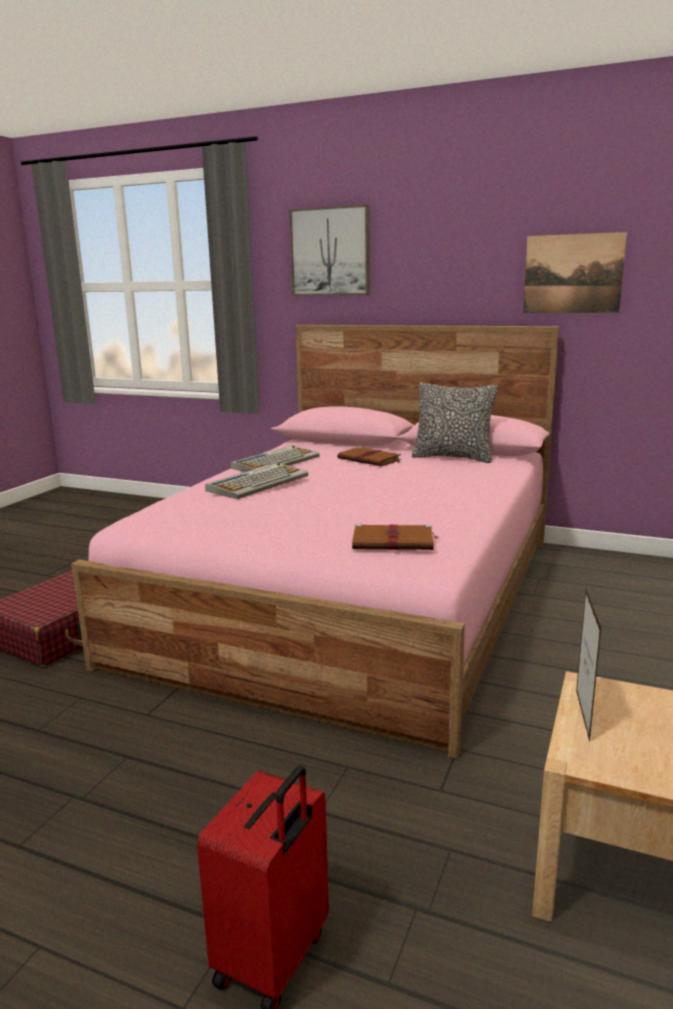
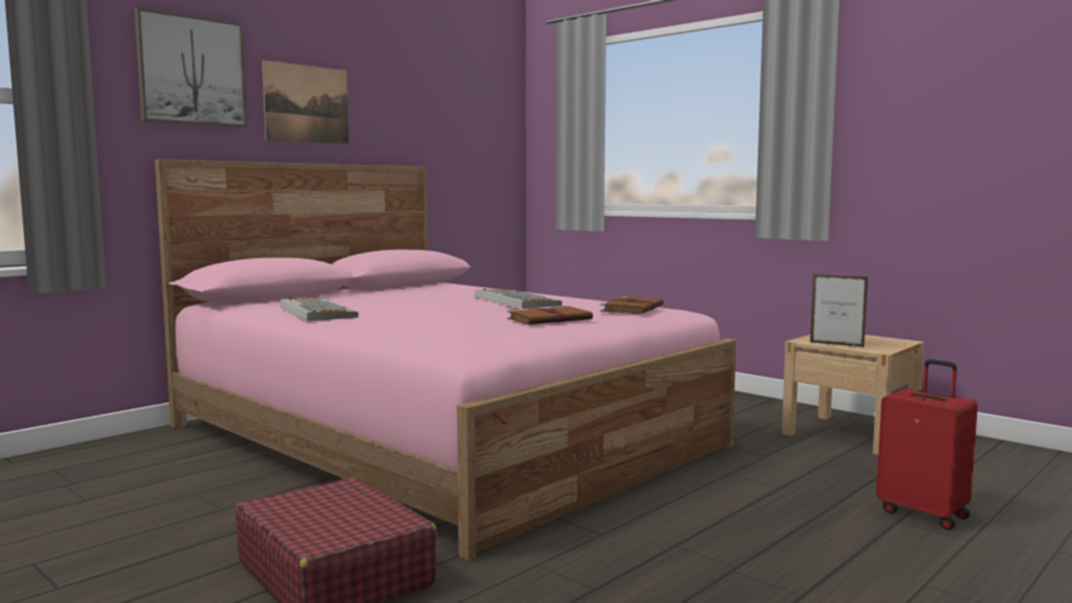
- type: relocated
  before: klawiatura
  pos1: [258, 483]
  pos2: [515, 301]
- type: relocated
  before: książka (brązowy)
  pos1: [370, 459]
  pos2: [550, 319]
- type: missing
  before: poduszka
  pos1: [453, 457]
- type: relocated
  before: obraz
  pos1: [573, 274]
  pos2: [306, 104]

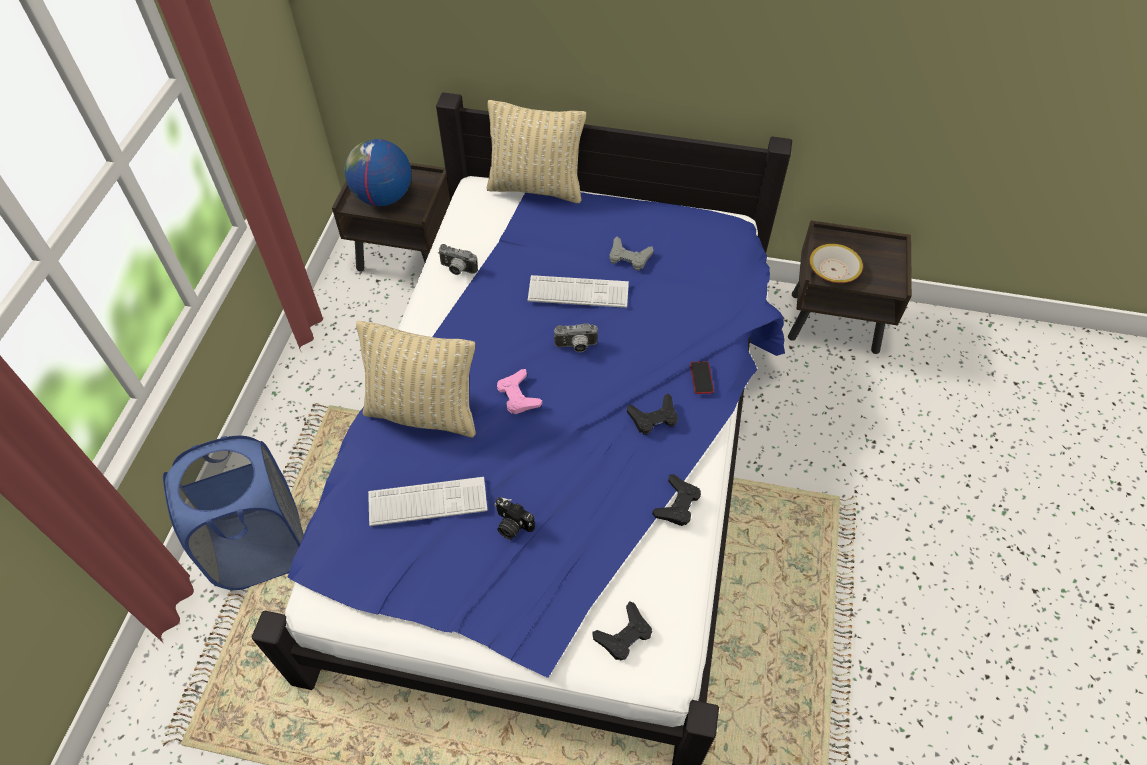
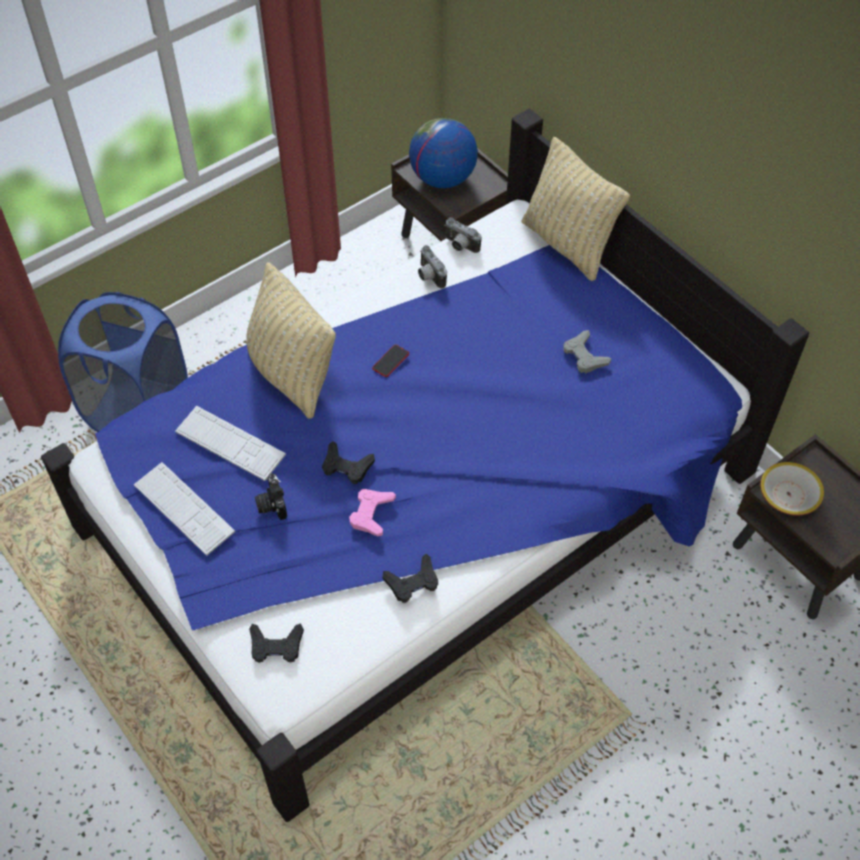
- type: relocated
  before: pad do gier (różowy)
  pos1: [518, 395]
  pos2: [371, 514]
- type: relocated
  before: klawiatura
  pos1: [578, 292]
  pos2: [184, 509]
- type: relocated
  before: aparat fotograficzny
  pos1: [576, 347]
  pos2: [460, 246]
- type: relocated
  before: pad do gier (czarny)
  pos1: [653, 418]
  pos2: [346, 466]
- type: relocated
  before: telefon
  pos1: [701, 378]
  pos2: [390, 361]

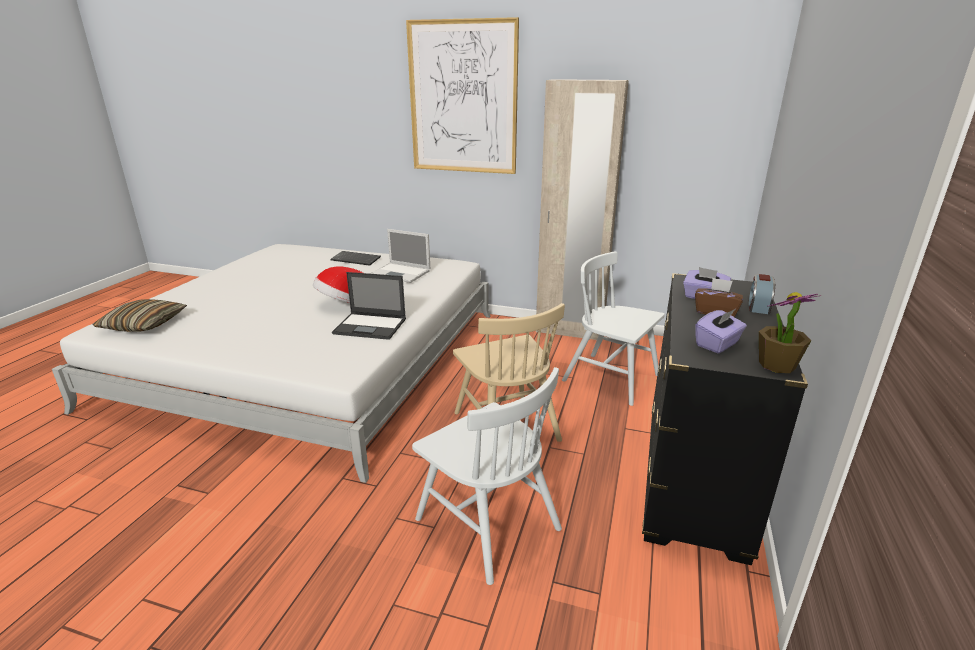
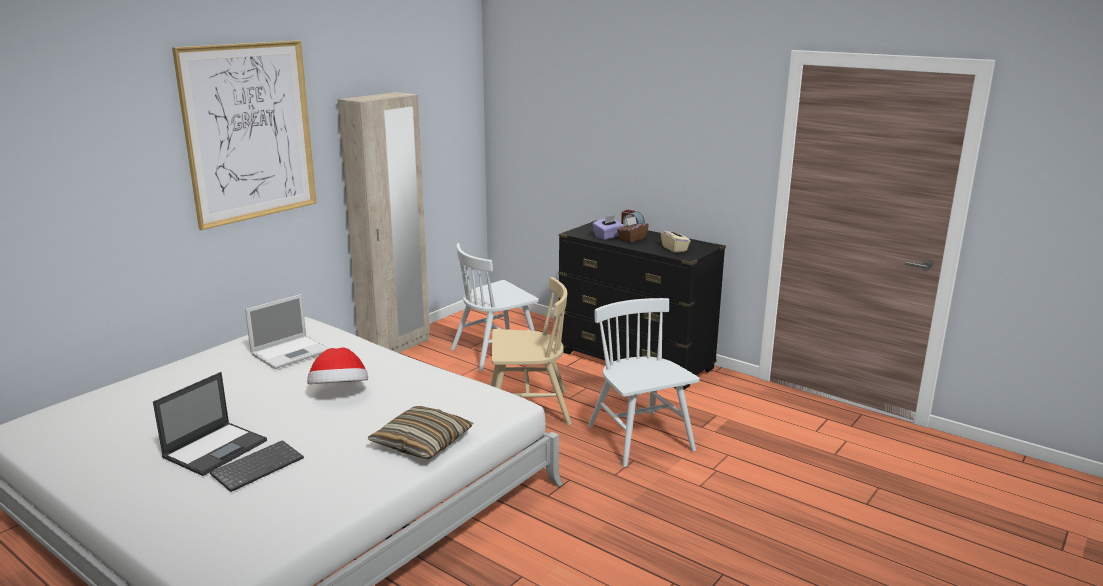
- type: relocated
  before: poduszka
  pos1: [144, 324]
  pos2: [422, 443]
- type: relocated
  before: klawiatura
  pos1: [356, 259]
  pos2: [258, 466]
- type: relocated
  before: laptop
  pos1: [371, 326]
  pos2: [216, 448]
- type: spun
  before: krzesło (biały)
  pos1: [487, 523]
  pos2: [640, 438]
  turn: -90
- type: colour
  before: pudełko chusteczek (fioletowy)
  after: pudełko chusteczek (beżowy)
  pos1: [717, 344]
  pos2: [675, 249]
- type: missing
  before: roślina doniczkowa
  pos1: [776, 365]

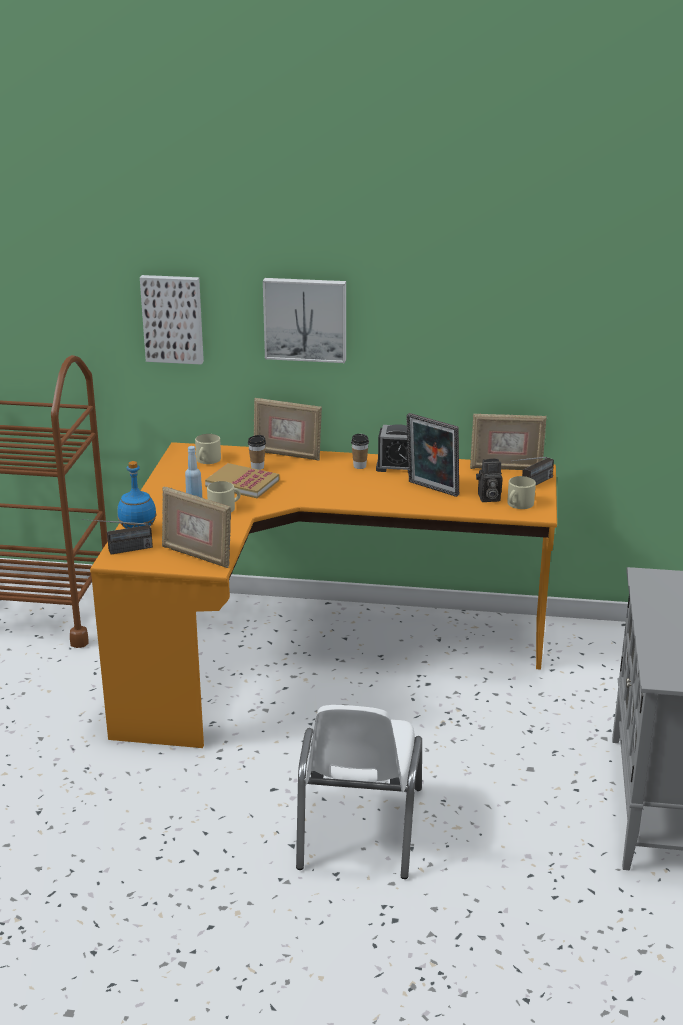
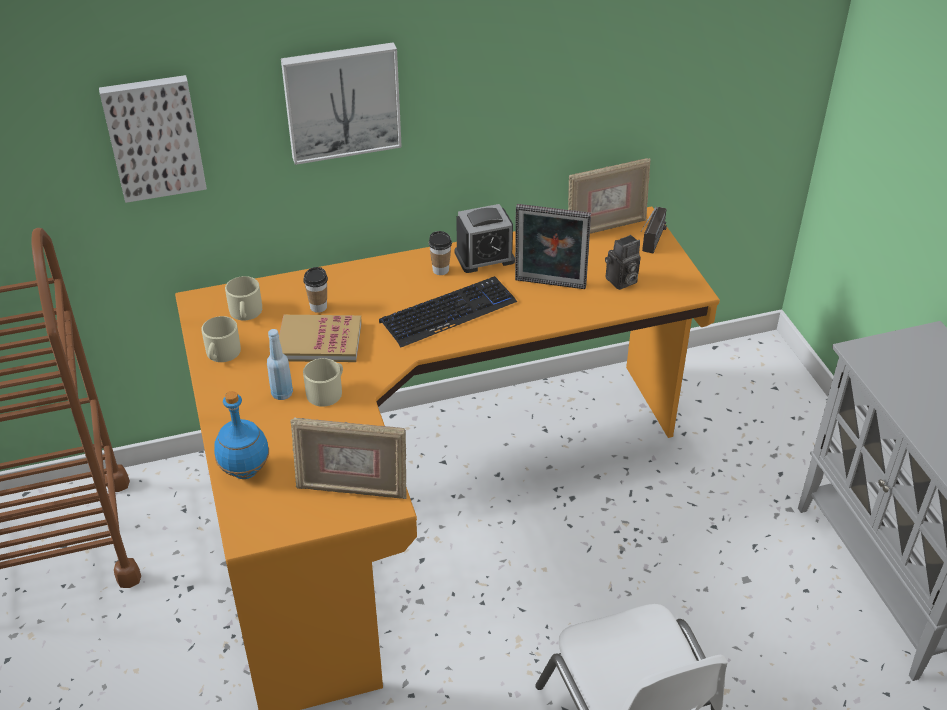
- type: missing
  before: radio
  pos1: [119, 551]
- type: missing
  before: ramka na zdjęcie
  pos1: [287, 454]
- type: relocated
  before: kubek (beżowy)
  pos1: [518, 504]
  pos2: [221, 354]
- type: appeared
  after: klawiatura
  pos2: [448, 313]

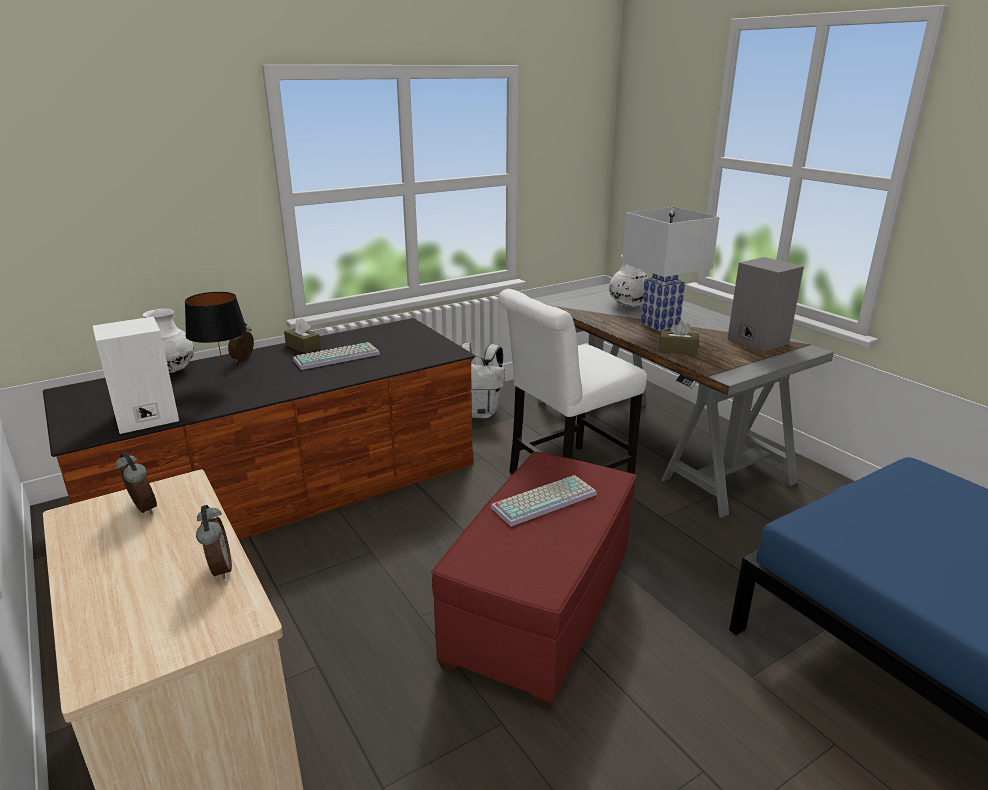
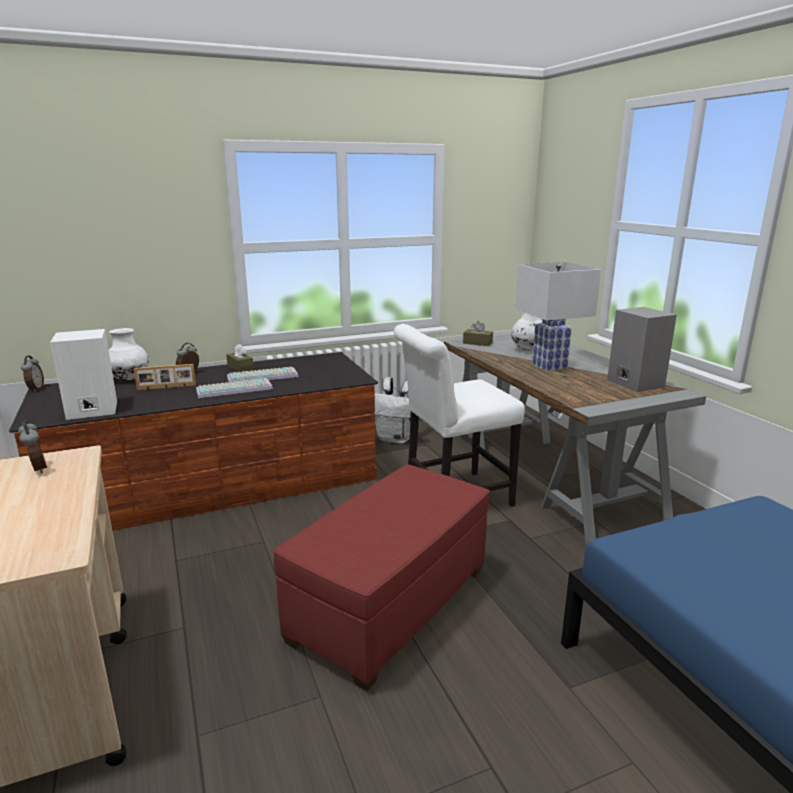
- type: exchanged
  before: lampa stołowa (czarny)
  after: ramka na zdjęcie
  pos1: [225, 380]
  pos2: [166, 387]
- type: relocated
  before: budzik
  pos1: [219, 569]
  pos2: [35, 389]
- type: relocated
  before: klawiatura
  pos1: [544, 499]
  pos2: [235, 389]
- type: relocated
  before: pudełko chusteczek (brązowy)
  pos1: [678, 350]
  pos2: [477, 343]

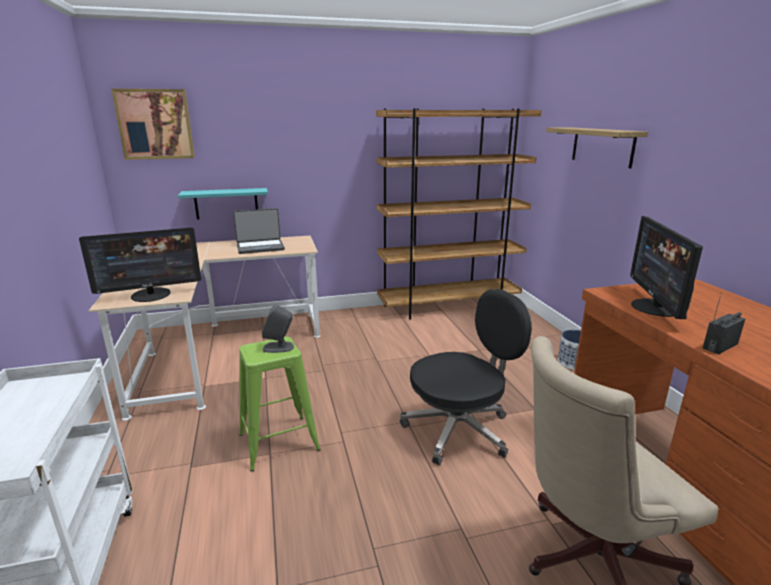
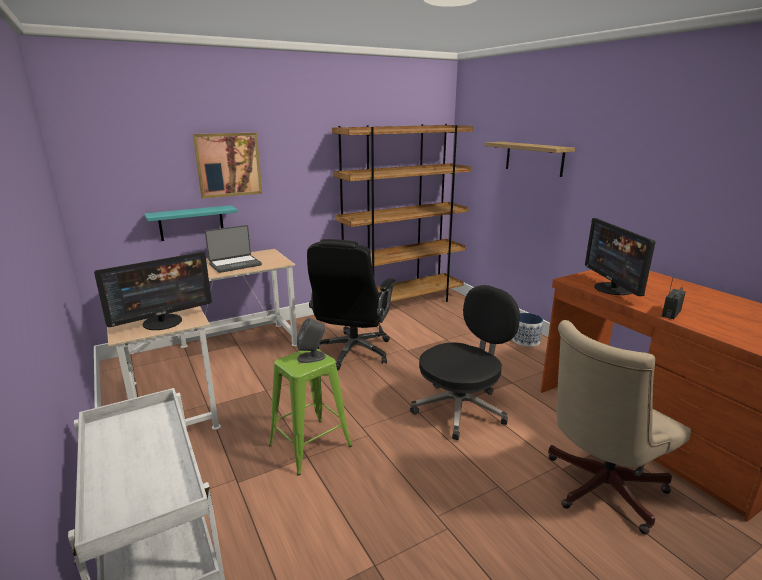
- type: relocated
  before: obraz
  pos1: [155, 124]
  pos2: [228, 164]
- type: appeared
  after: krzesło biurowe (czarny)
  pos2: [353, 352]

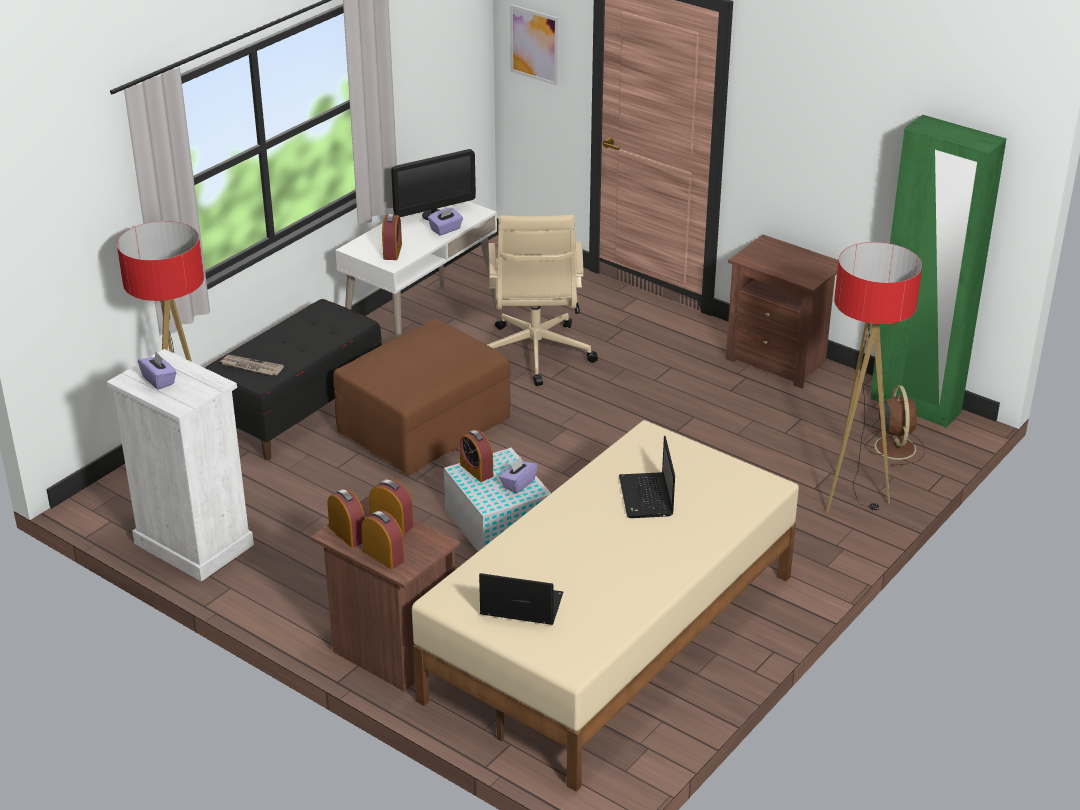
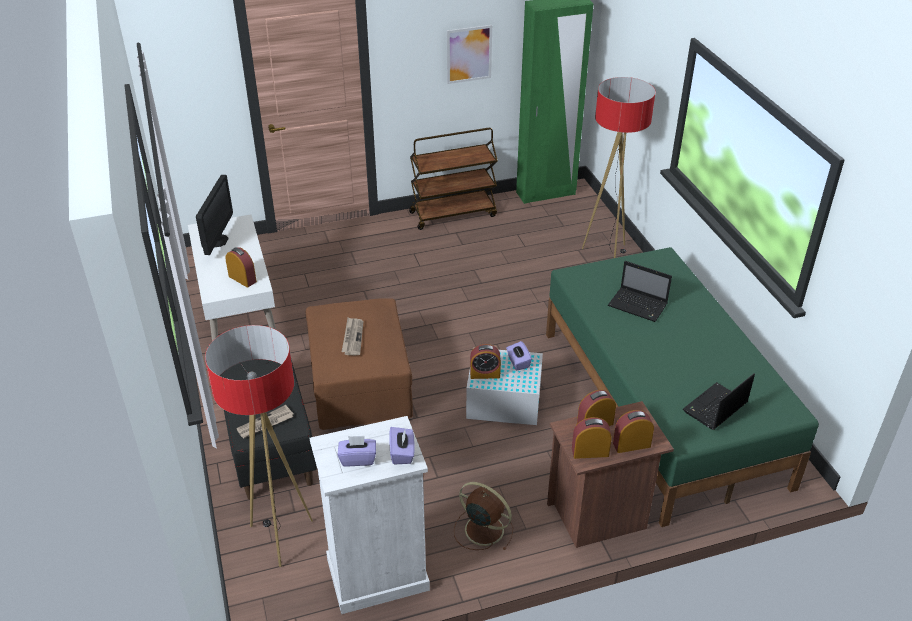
- type: colour
  before: łóżko (beżowy)
  after: łóżko (zielony)
  pos1: [608, 636]
  pos2: [660, 406]
- type: relocated
  before: pudełko chusteczek (fioletowy)
  pos1: [446, 230]
  pos2: [402, 453]
- type: missing
  before: krzesło biurowe (beżowy)
  pos1: [535, 355]
- type: relocated
  before: obraz
  pos1: [534, 44]
  pos2: [469, 54]
- type: exchanged
  before: szafka nocna (brązowy)
  after: wózek (brązowy)
  pos1: [779, 361]
  pos2: [453, 214]
- type: relocated
  before: wentylator (brązowy)
  pos1: [894, 446]
  pos2: [482, 529]
- type: appeared
  after: gazeta
  pos2: [352, 337]

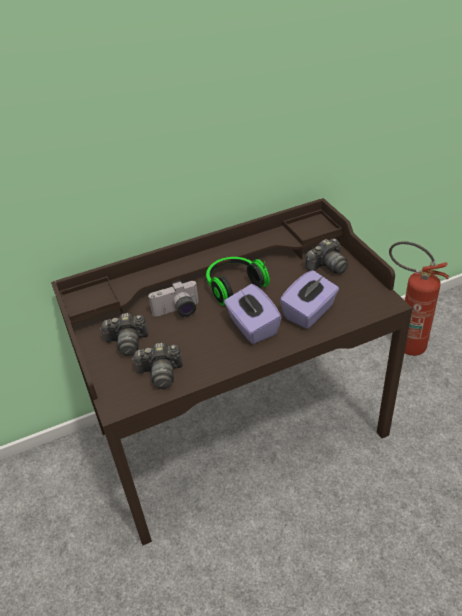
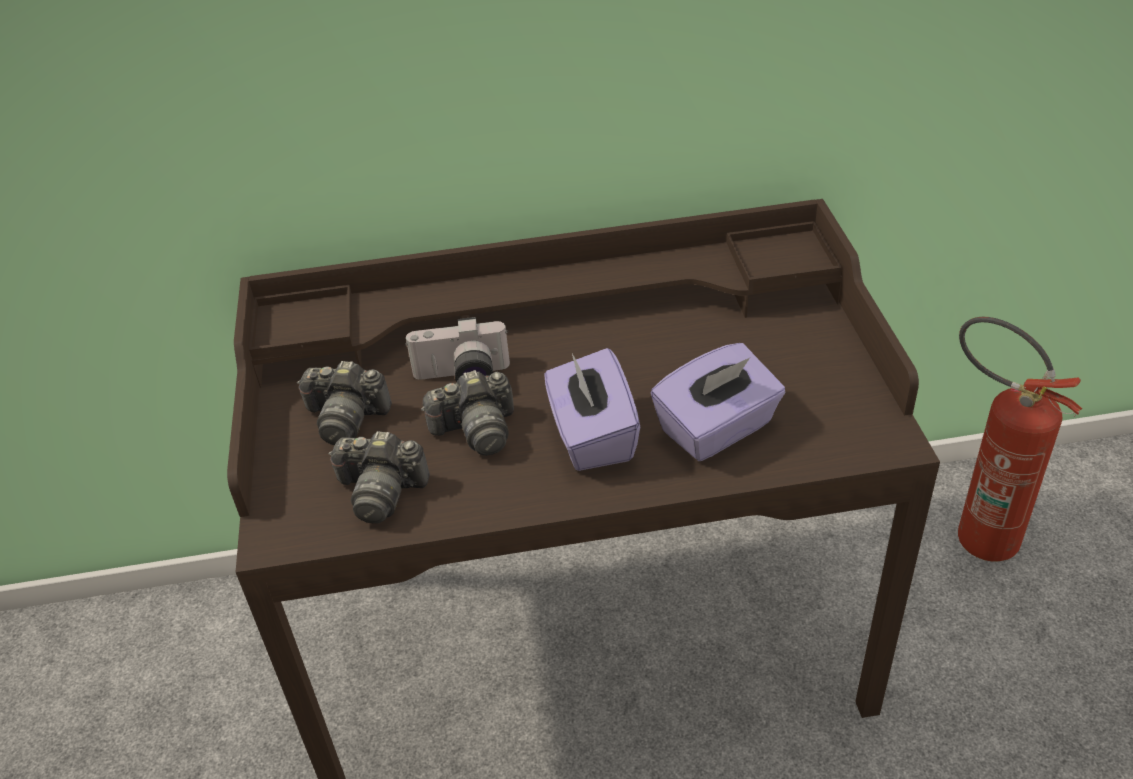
- type: missing
  before: słuchawki
  pos1: [233, 286]
- type: relocated
  before: aparat fotograficzny
  pos1: [327, 266]
  pos2: [476, 431]

